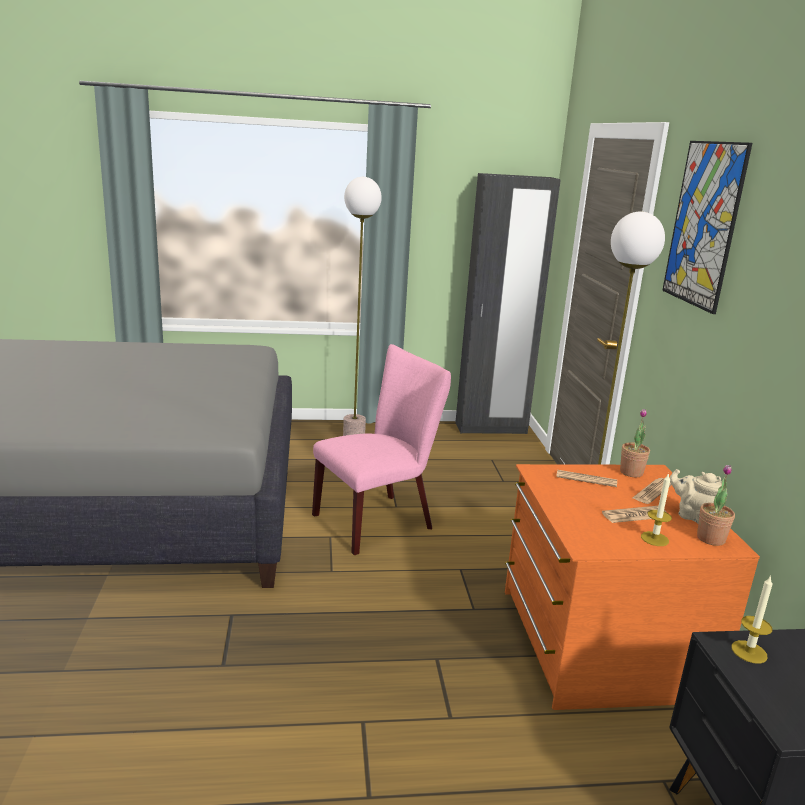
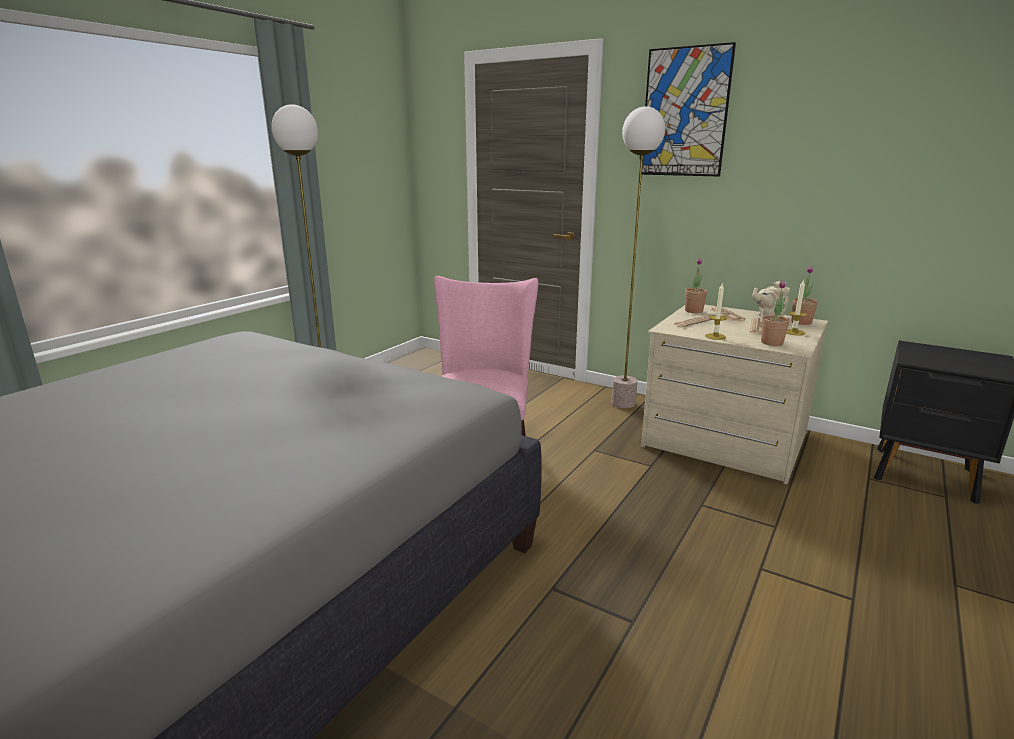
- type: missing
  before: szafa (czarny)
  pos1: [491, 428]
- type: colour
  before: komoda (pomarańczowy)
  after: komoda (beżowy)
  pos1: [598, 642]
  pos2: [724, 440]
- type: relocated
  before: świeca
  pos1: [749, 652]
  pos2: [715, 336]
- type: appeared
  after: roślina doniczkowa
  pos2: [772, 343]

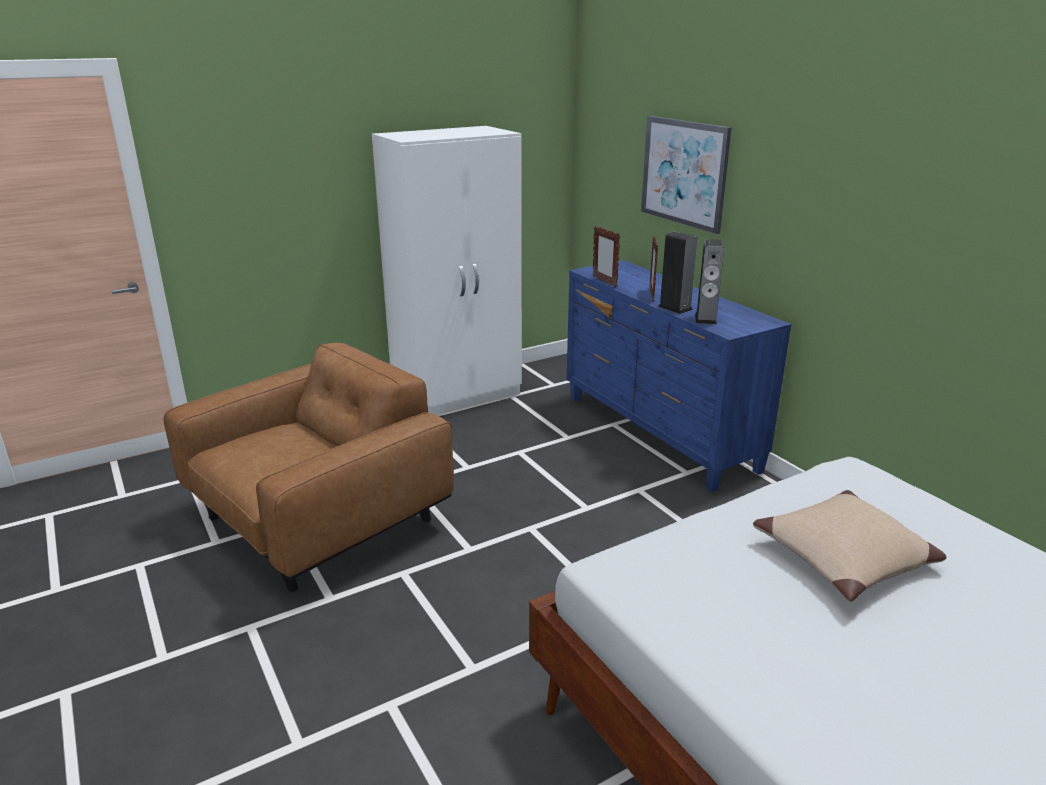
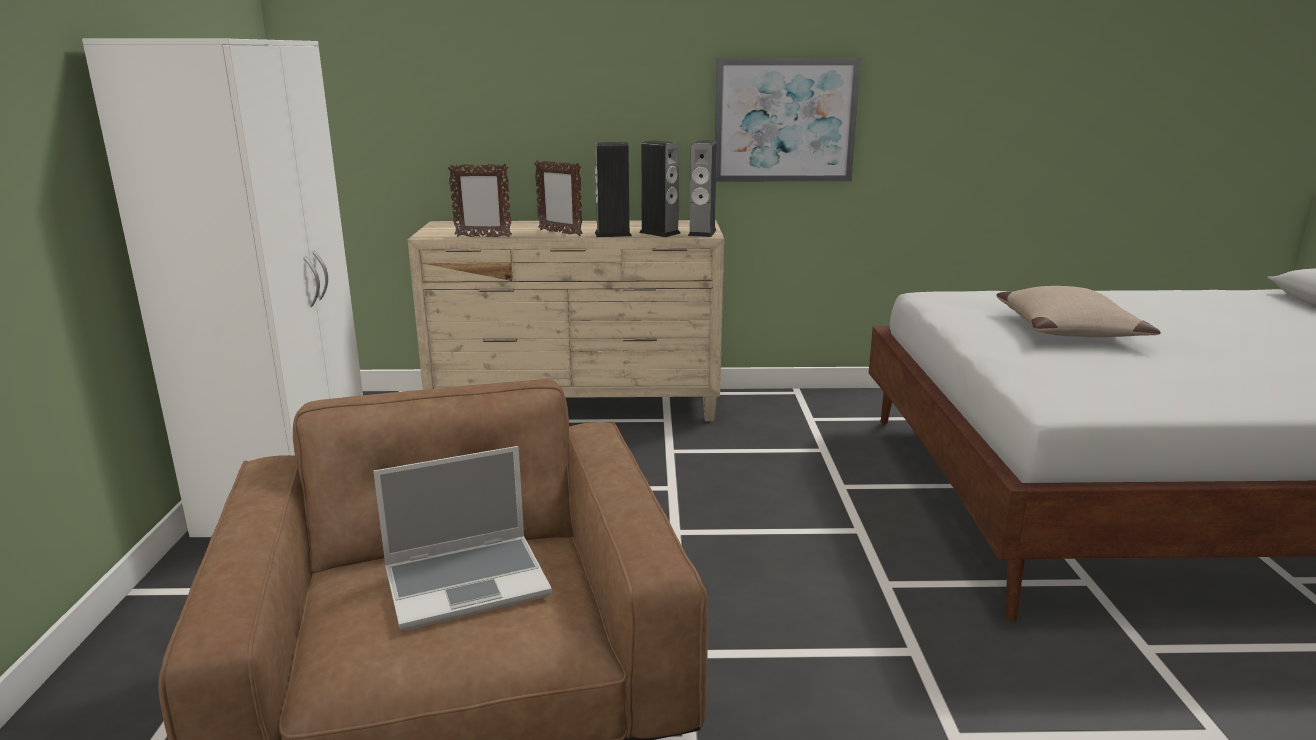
- type: colour
  before: komoda (niebieski)
  after: komoda (beżowy)
  pos1: [658, 433]
  pos2: [577, 407]
- type: relocated
  before: obraz
  pos1: [684, 172]
  pos2: [785, 121]
- type: appeared
  after: laptop
  pos2: [468, 582]
- type: appeared
  after: głośnik
  pos2: [702, 233]

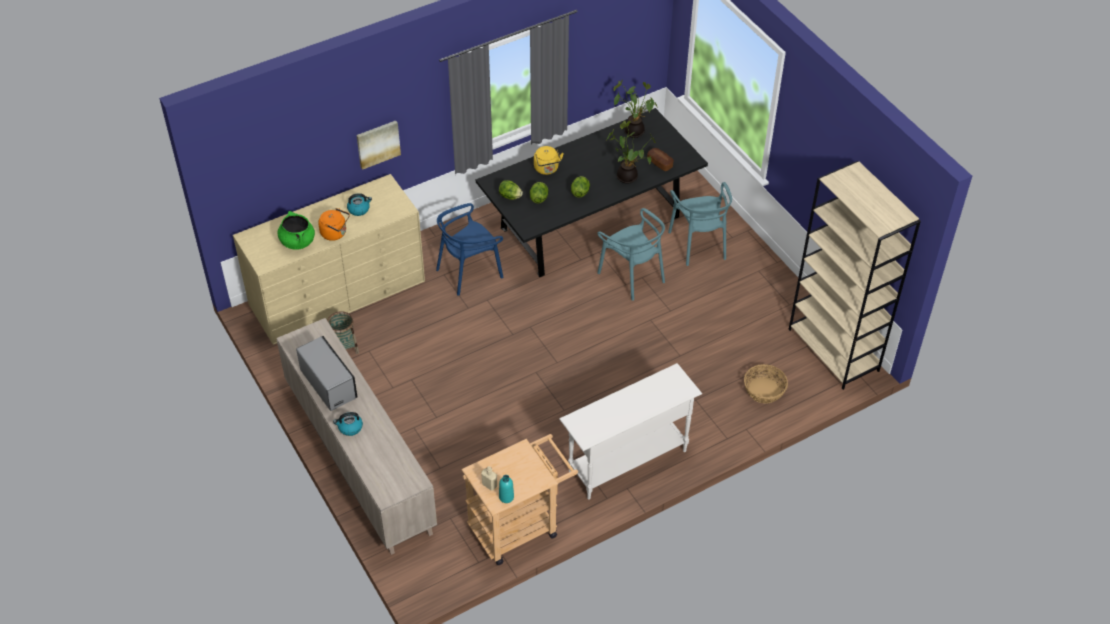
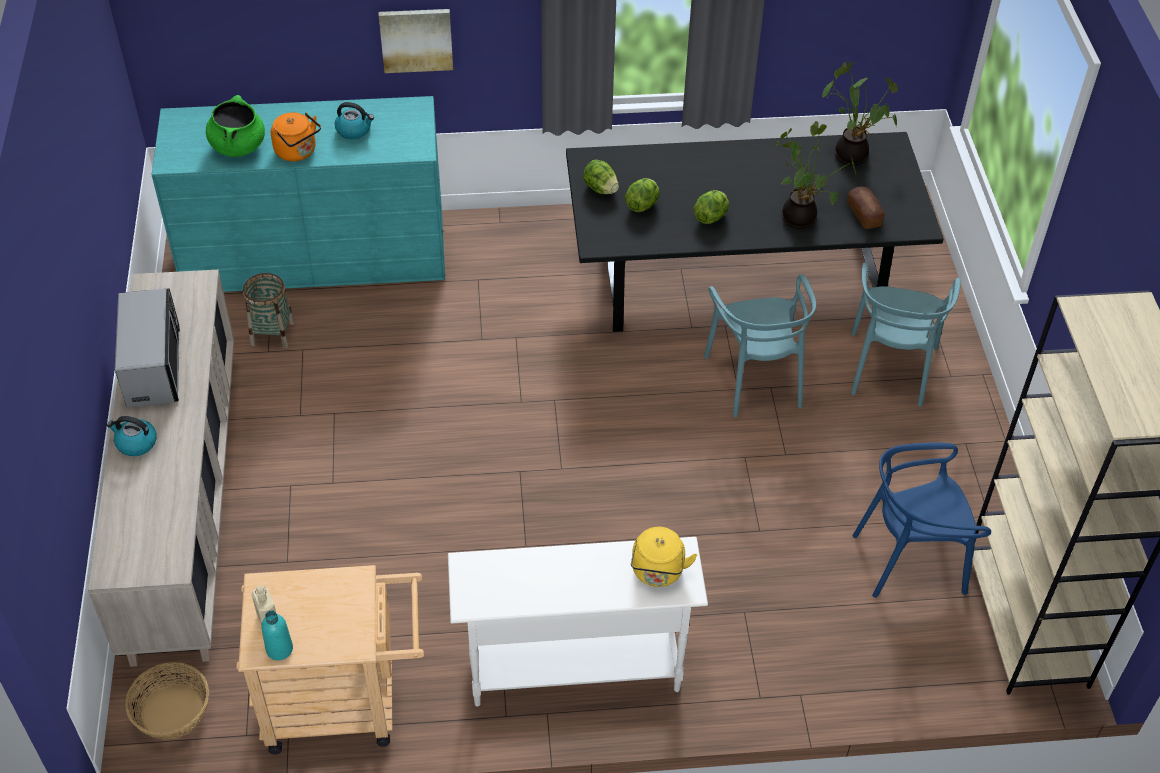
- type: colour
  before: komoda (beżowy)
  after: komoda (turkusowy)
  pos1: [337, 293]
  pos2: [315, 254]
- type: relocated
  before: krzesło (niebieski)
  pos1: [469, 272]
  pos2: [909, 560]
- type: relocated
  before: czajnik (żółty)
  pos1: [547, 169]
  pos2: [657, 573]
- type: relocated
  before: koszyk
  pos1: [764, 390]
  pos2: [173, 712]

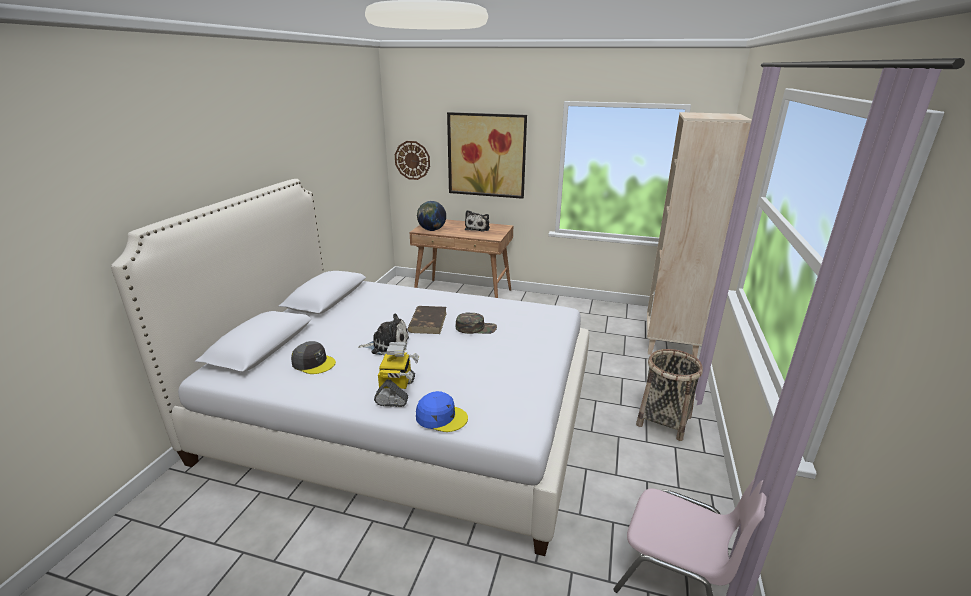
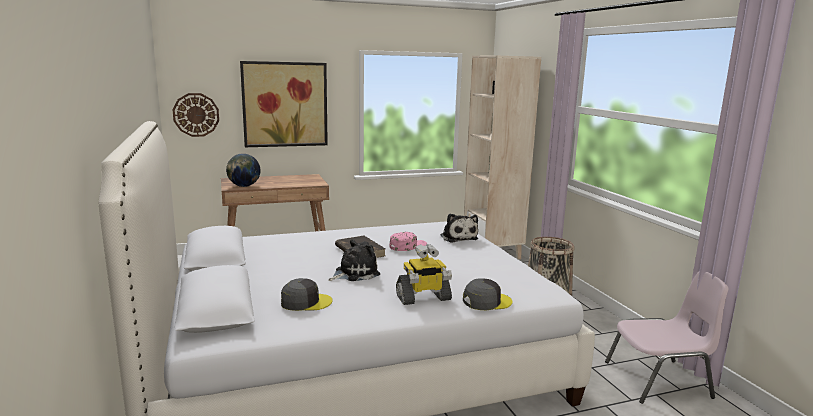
- type: spun
  before: robot zabawkowy
  pos1: [397, 392]
  pos2: [423, 298]
  turn: 105
- type: colour
  before: czapka z daszkiem (niebieski)
  after: czapka z daszkiem (szary)
  pos1: [441, 417]
  pos2: [486, 301]
- type: colour
  before: czapka z daszkiem (zielony)
  after: czapka z daszkiem (różowy)
  pos1: [476, 328]
  pos2: [407, 246]
- type: relocated
  before: pluszak
  pos1: [478, 228]
  pos2: [458, 237]

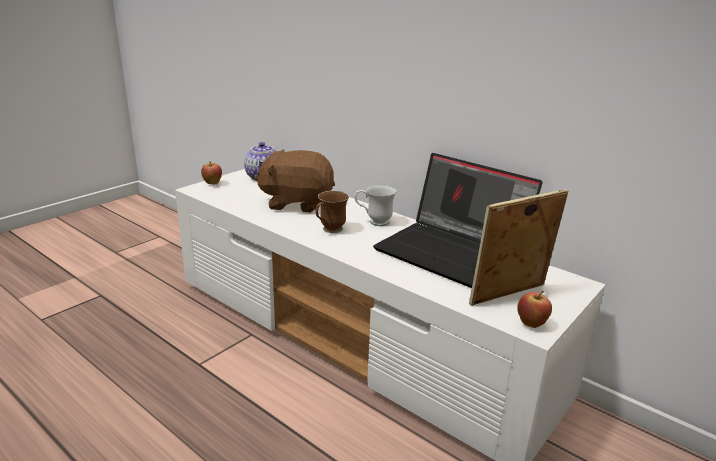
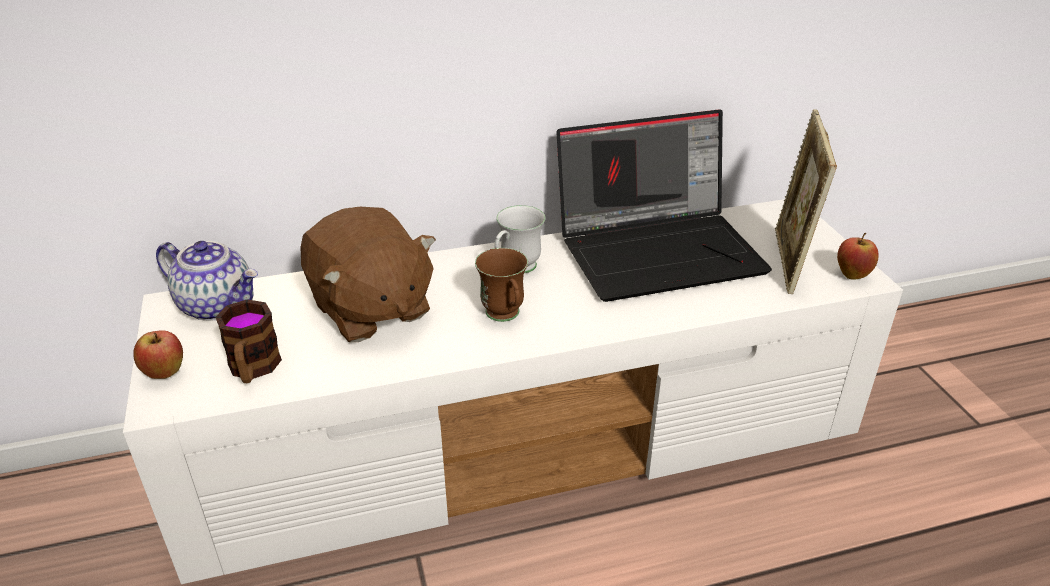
- type: spun
  before: pluszak (brązowy)
  pos1: [297, 202]
  pos2: [370, 310]
  turn: -75
- type: appeared
  after: kubek
  pos2: [253, 369]

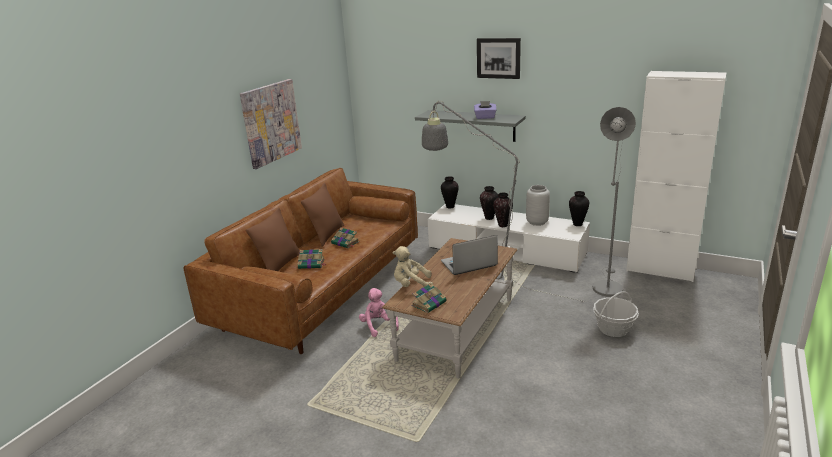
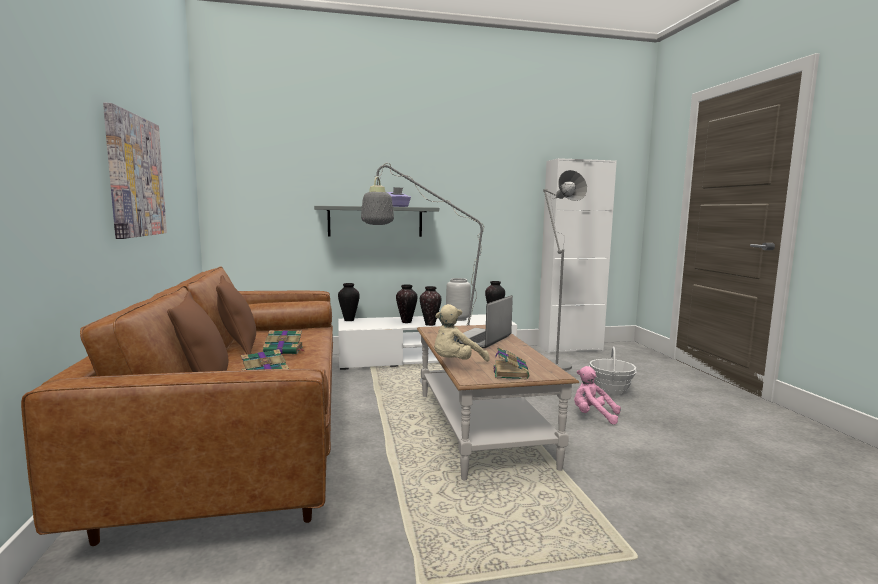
- type: relocated
  before: pluszak (różowy)
  pos1: [378, 326]
  pos2: [593, 416]
- type: missing
  before: obraz
  pos1: [498, 58]

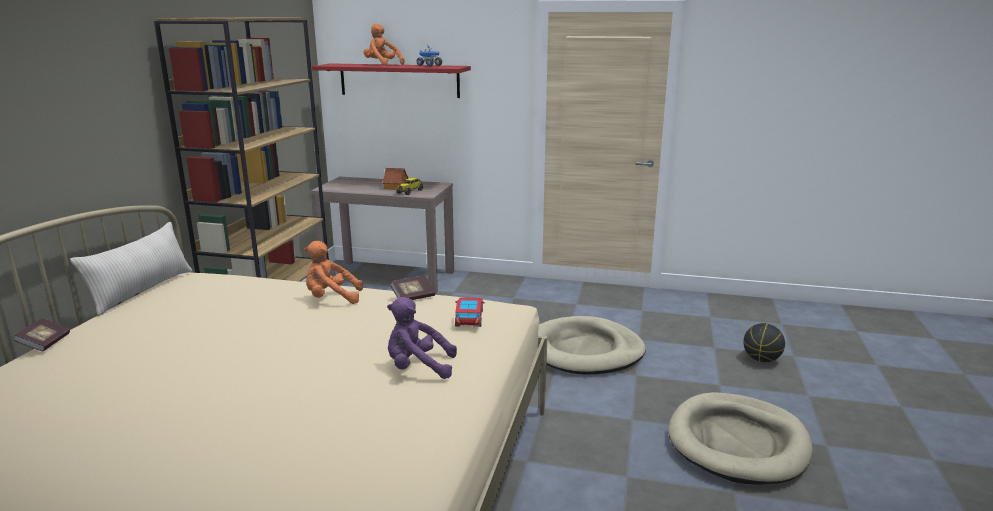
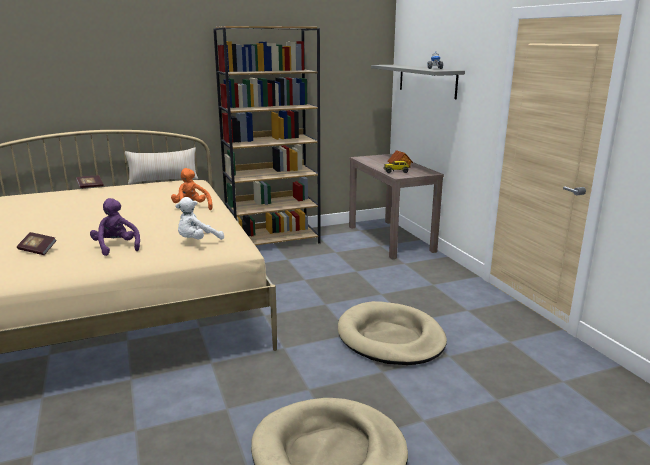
- type: colour
  before: półka (czerwony)
  after: półka (szary)
  pos1: [399, 80]
  pos2: [427, 80]
- type: missing
  before: pluszak (pomarańczowy)
  pos1: [382, 65]
- type: relocated
  before: książka
  pos1: [413, 297]
  pos2: [38, 250]
- type: exchanged
  before: samochodzik
  after: pluszak (biały)
  pos1: [469, 319]
  pos2: [197, 241]
- type: missing
  before: piłka do koszykówki
  pos1: [761, 359]

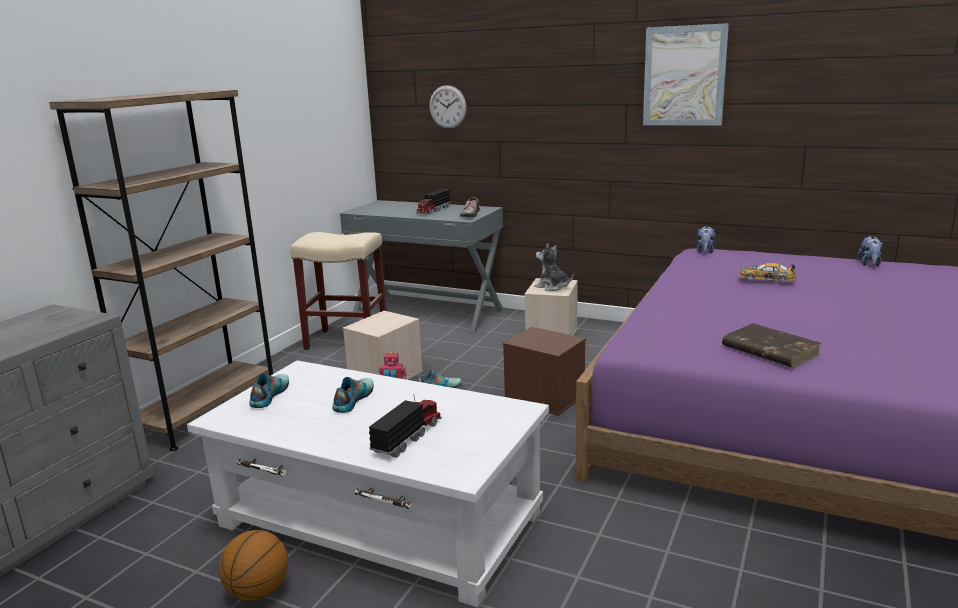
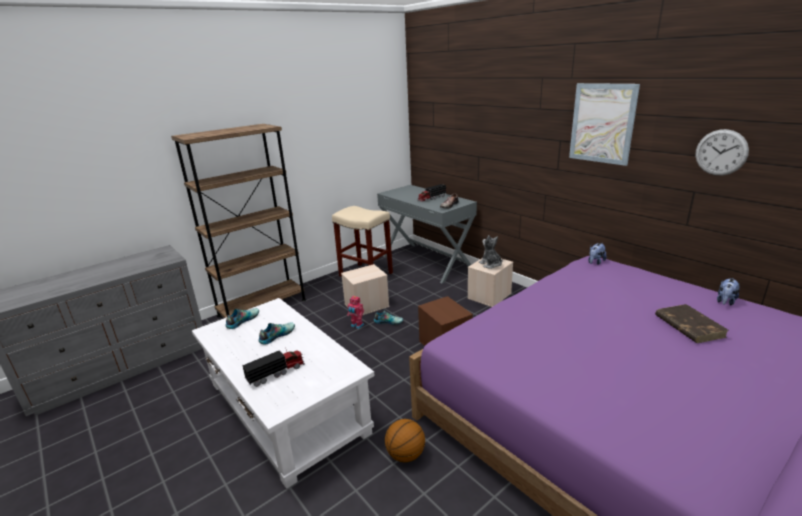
- type: relocated
  before: piłka do koszykówki
  pos1: [258, 592]
  pos2: [405, 455]
- type: relocated
  before: zegar ścienny
  pos1: [447, 107]
  pos2: [721, 152]
- type: relocated
  before: książka (brązowy)
  pos1: [769, 350]
  pos2: [688, 326]
- type: missing
  before: samochodzik
  pos1: [766, 278]

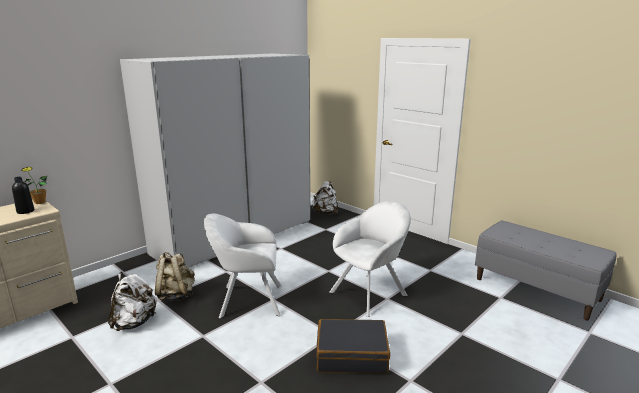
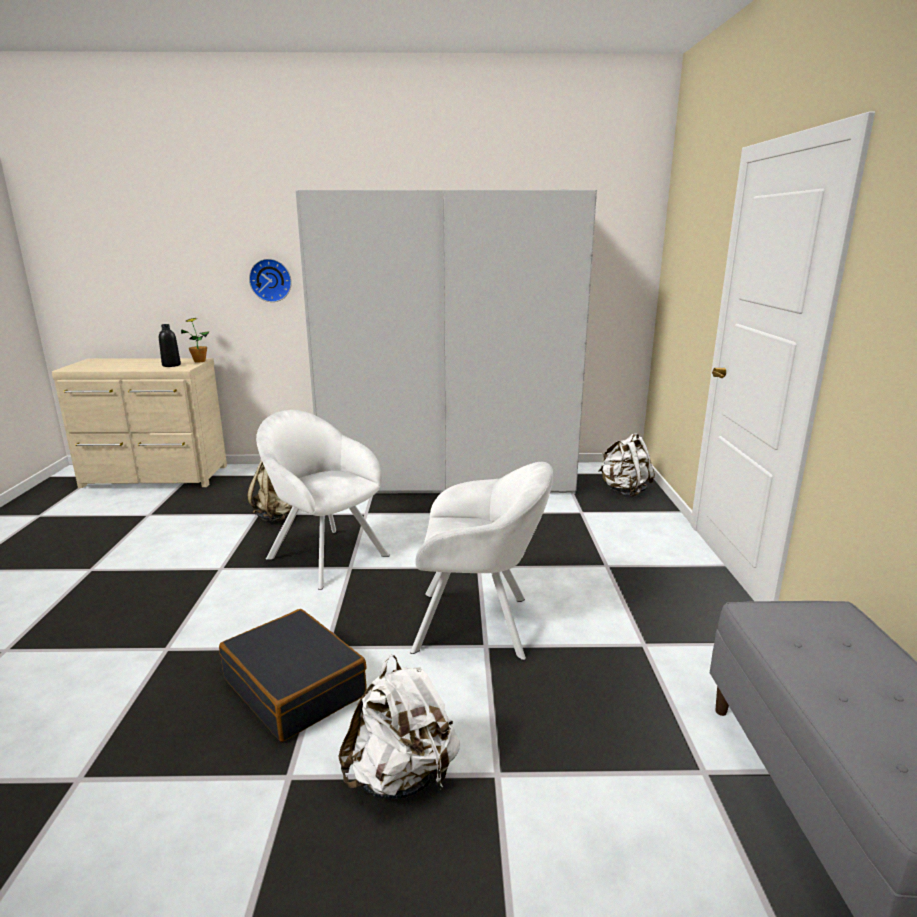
- type: relocated
  before: plecak (biały)
  pos1: [134, 322]
  pos2: [402, 777]
- type: appeared
  after: zegar ścienny
  pos2: [271, 280]

